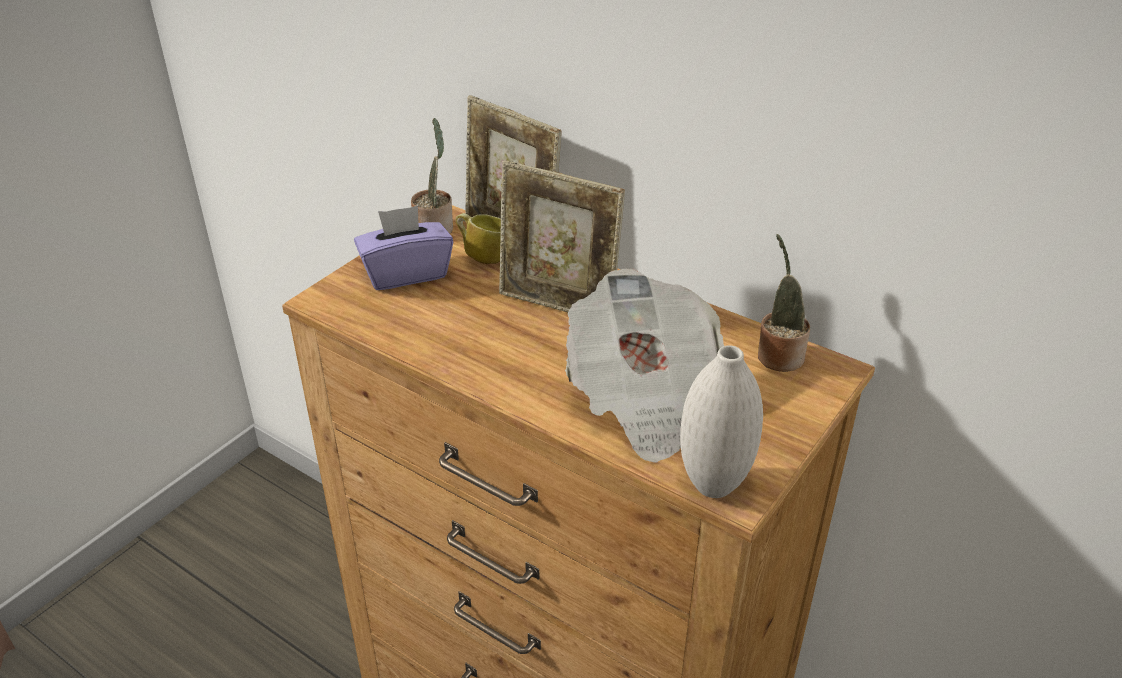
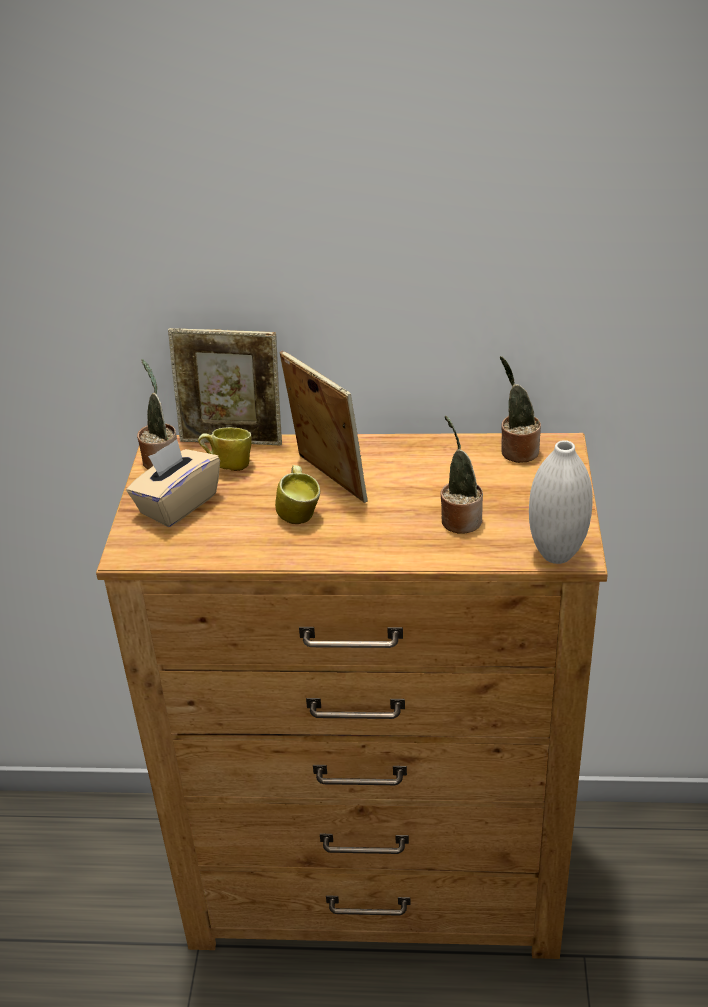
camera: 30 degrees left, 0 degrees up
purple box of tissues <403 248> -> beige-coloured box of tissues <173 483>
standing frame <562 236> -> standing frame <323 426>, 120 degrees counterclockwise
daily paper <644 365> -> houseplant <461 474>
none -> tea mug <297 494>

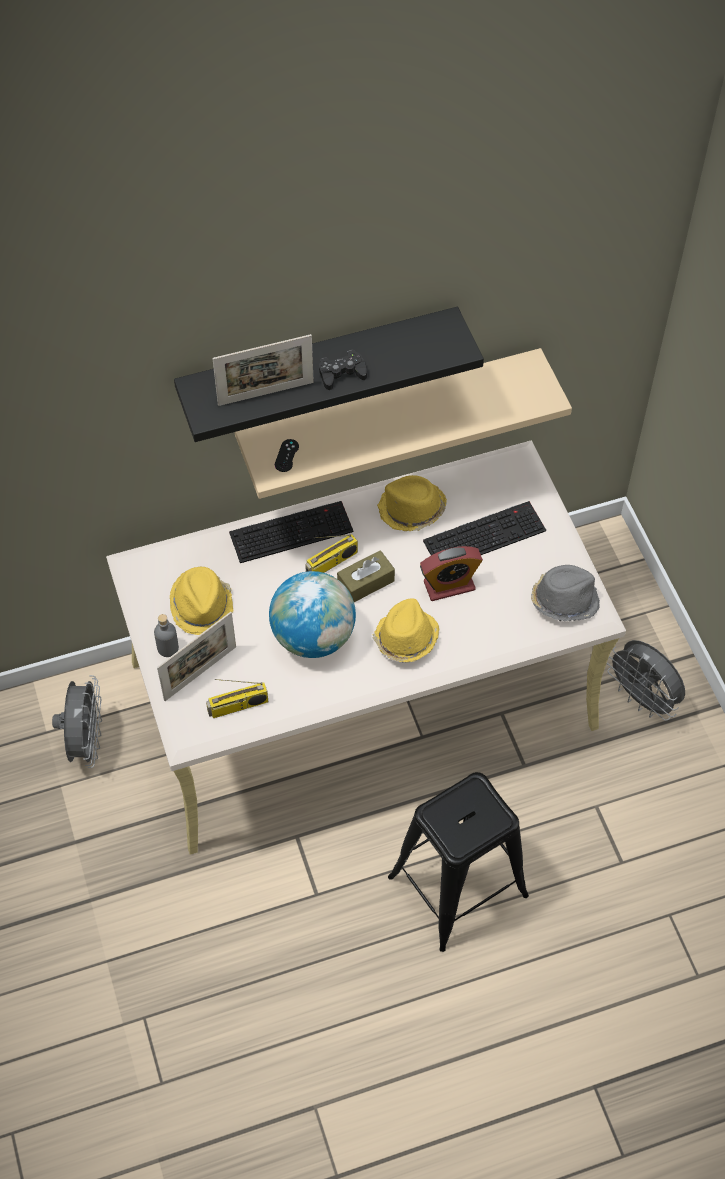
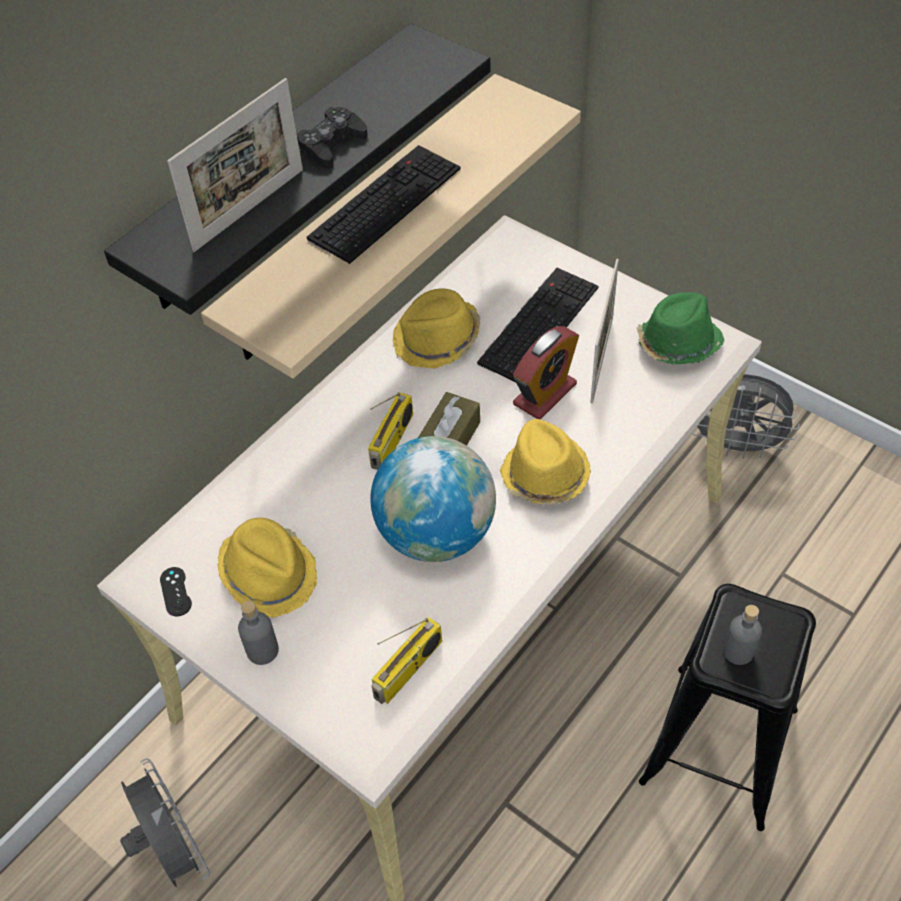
camera: 30 degrees left, 5 degrees down
standing frame <196 656> -> standing frame <604 331>, relocated
keyboard <291 532> -> keyboard <384 204>, relocated
black gamepad <287 455> -> black gamepad <176 591>, relocated
greyish wearable hat <565 593> -> greenish wearable hat <680 328>
none -> greyish bottle <742 635>

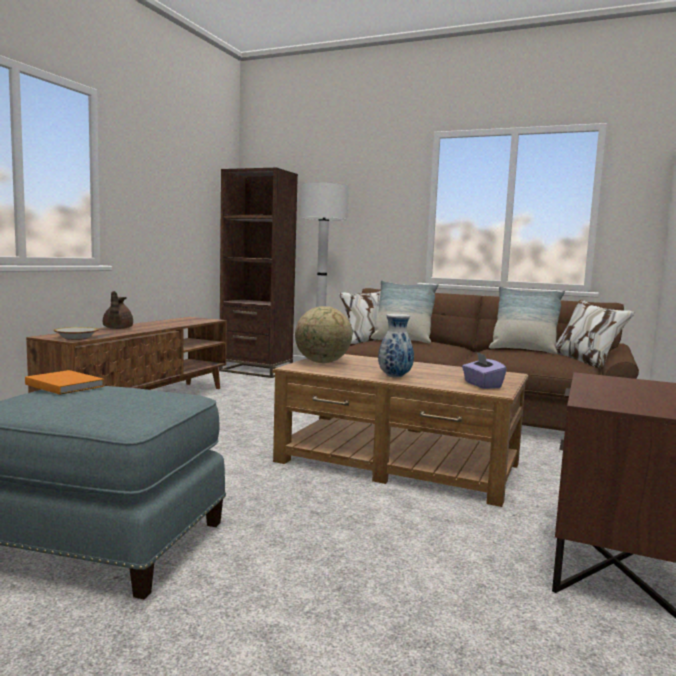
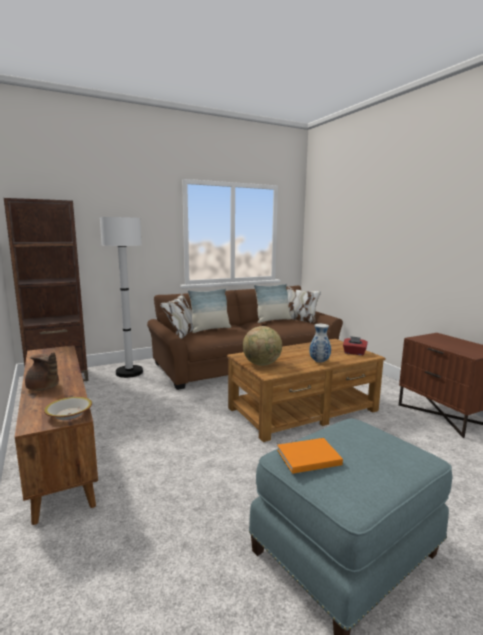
camera: 50 degrees left, 5 degrees up
purple box of tissues <484 370> -> red-coloured box of tissues <355 345>

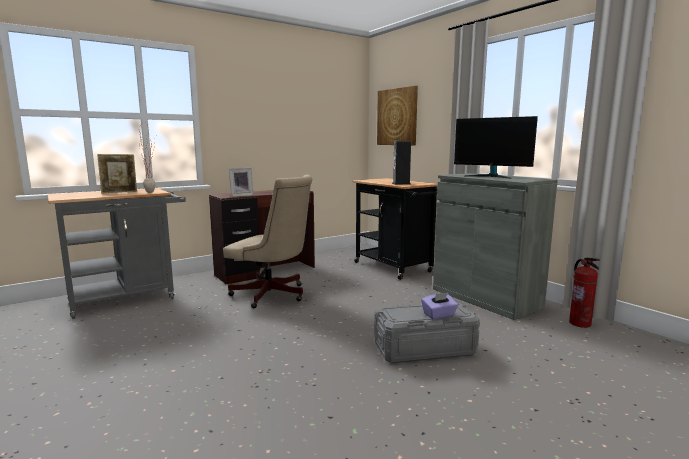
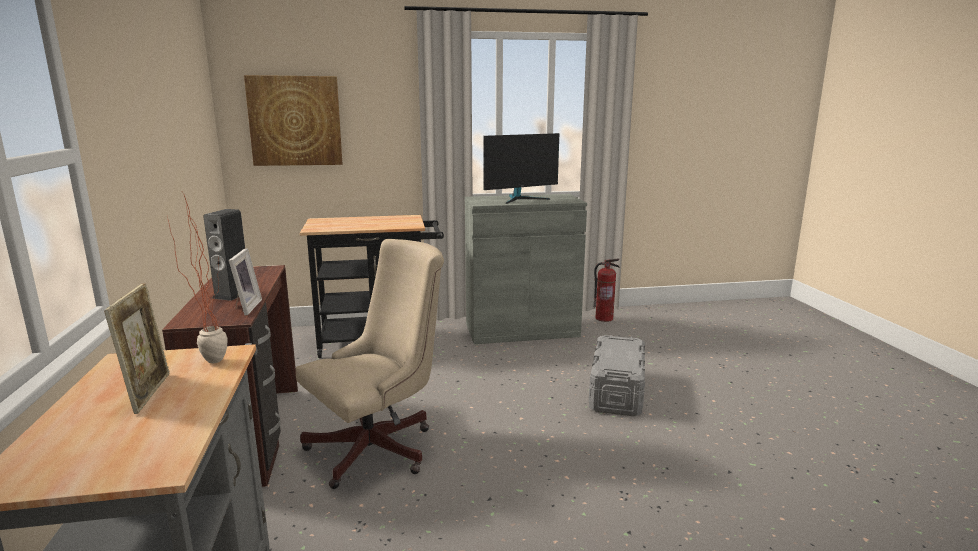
camera: 65 degrees left, 5 degrees up
audio speaker <401 163> -> audio speaker <224 255>, relocated
purple box of tissues <439 306> -> none

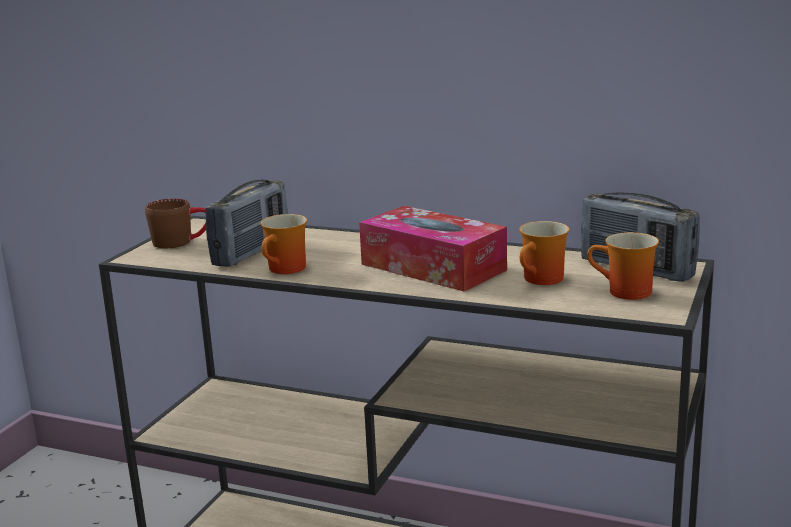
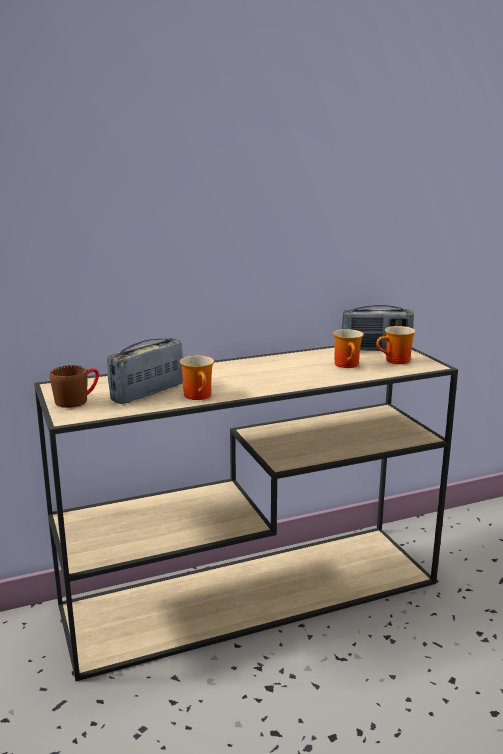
camera: 45 degrees left, 0 degrees up
radio set <246 223> -> radio set <145 371>, 120 degrees counterclockwise
box of tissues <433 249> -> none

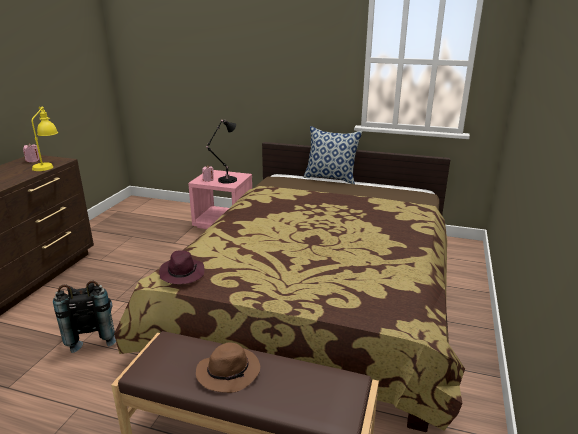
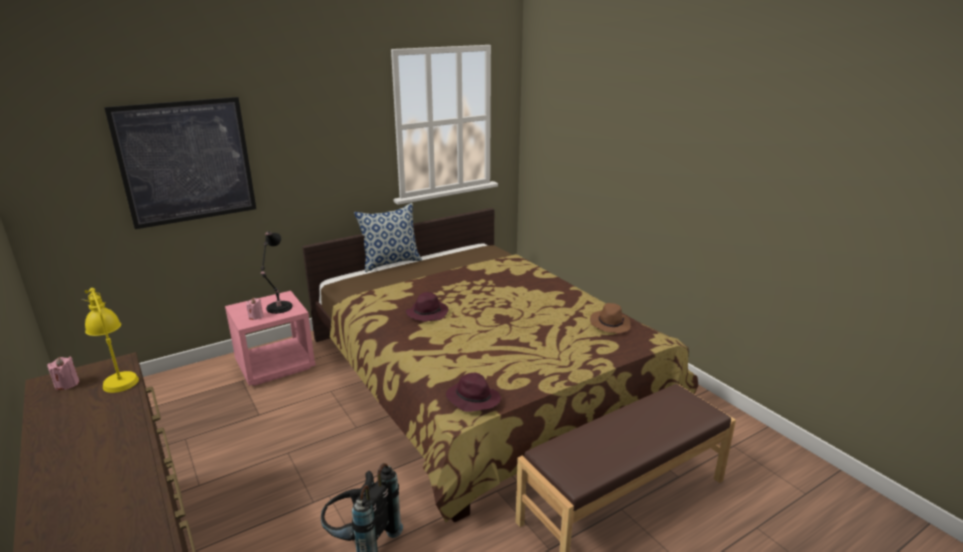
camera: 50 degrees left, 0 degrees up
brownish wearable hat <228 368> -> brownish wearable hat <610 318>, relocated
none -> wall picture <180 163>
none -> purple wearable hat <427 306>

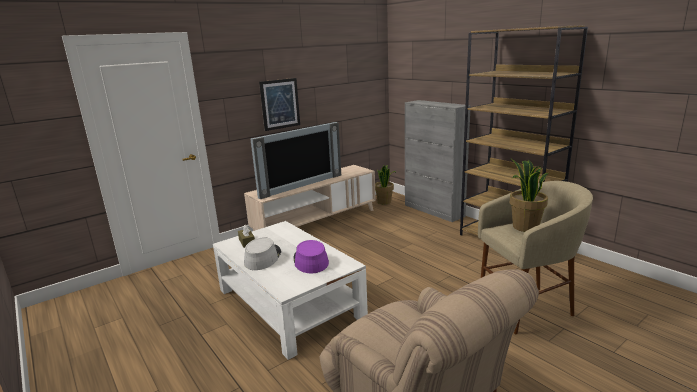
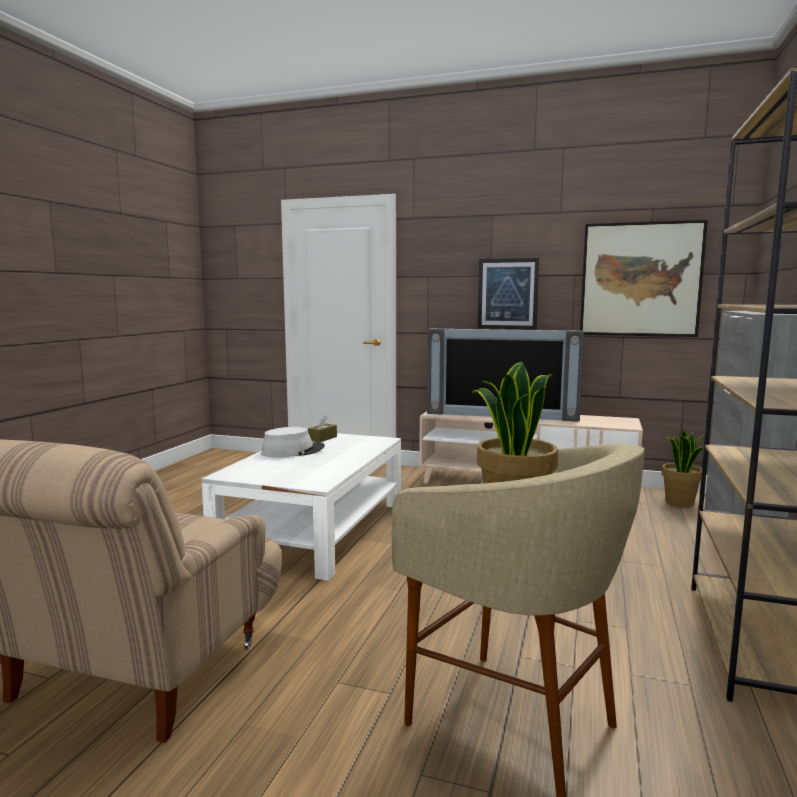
camera: 55 degrees right, 10 degrees down
purple wearable hat <311 256> -> none
none -> wall picture <644 278>

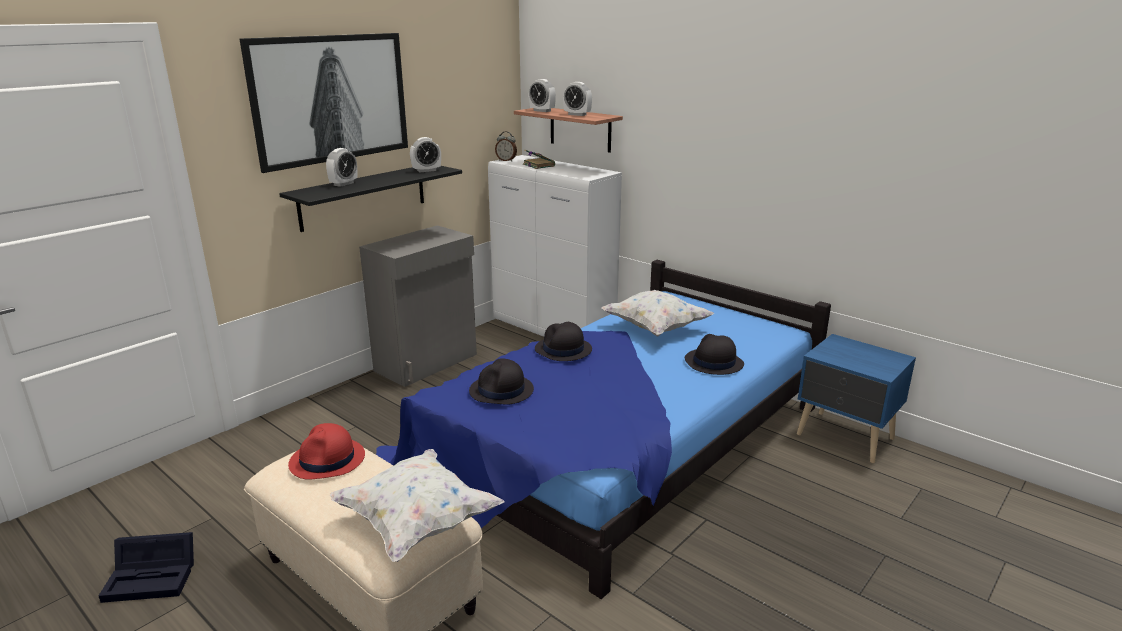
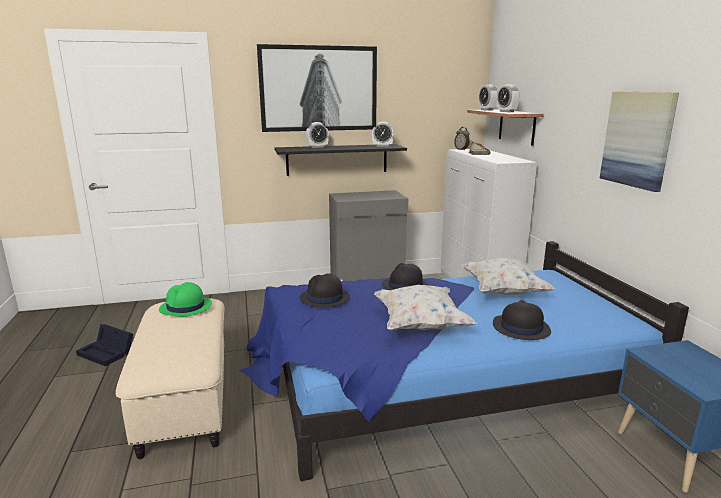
camera: 35 degrees right, 5 degrees down
red-coloured wearable hat <326 451> -> greenish wearable hat <185 299>
white pillow <417 505> -> white pillow <425 308>, relocated
none -> wall picture <639 142>

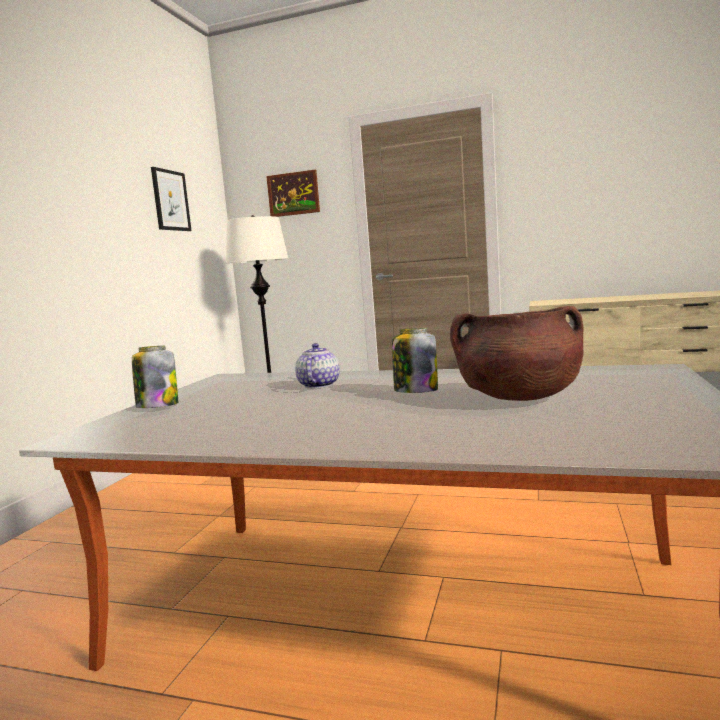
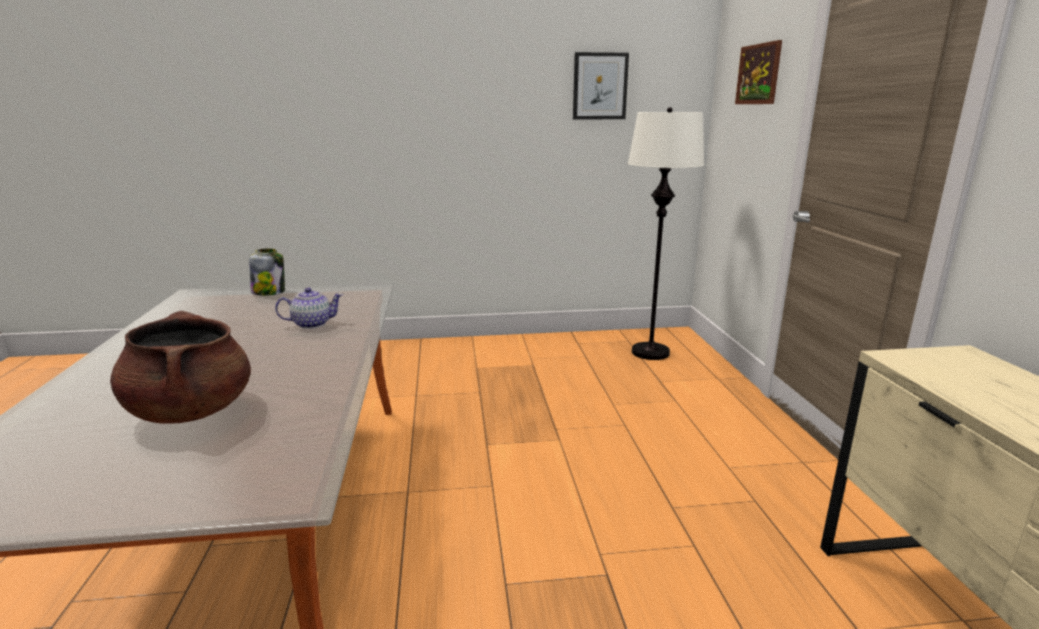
camera: 65 degrees right, 10 degrees up
preserve jar <415 360> -> none

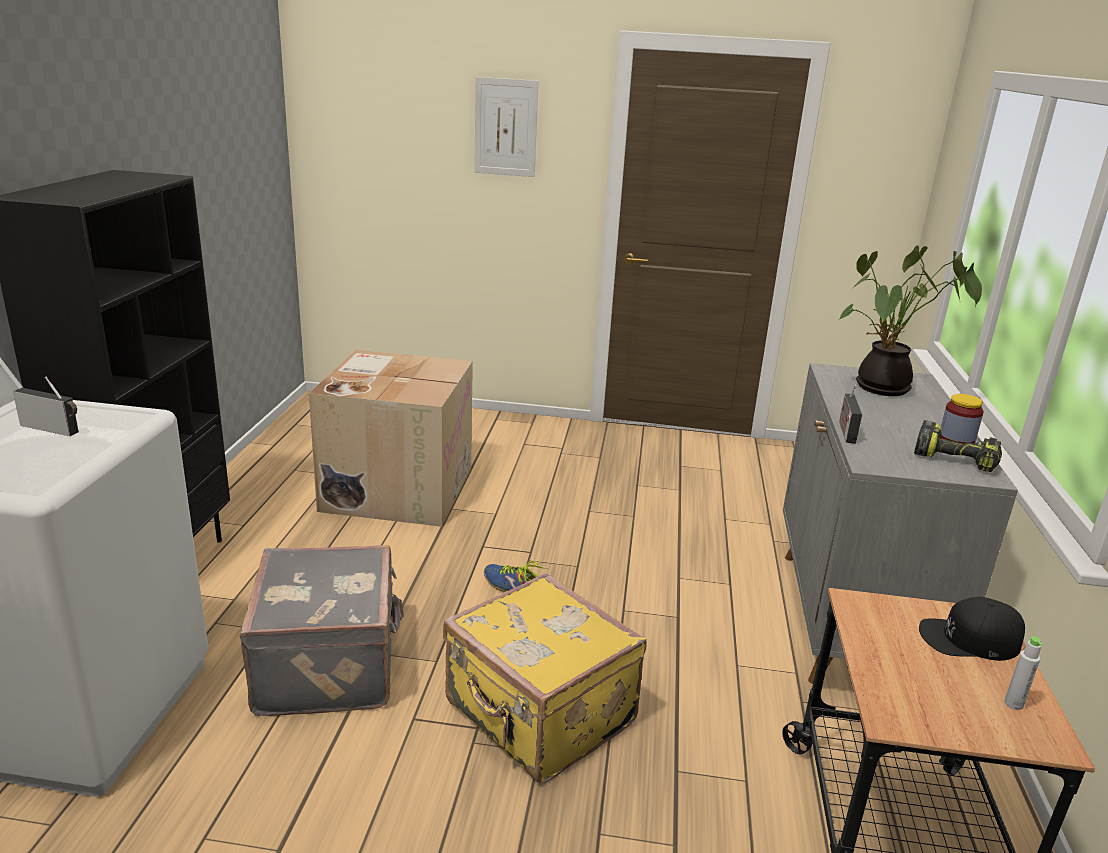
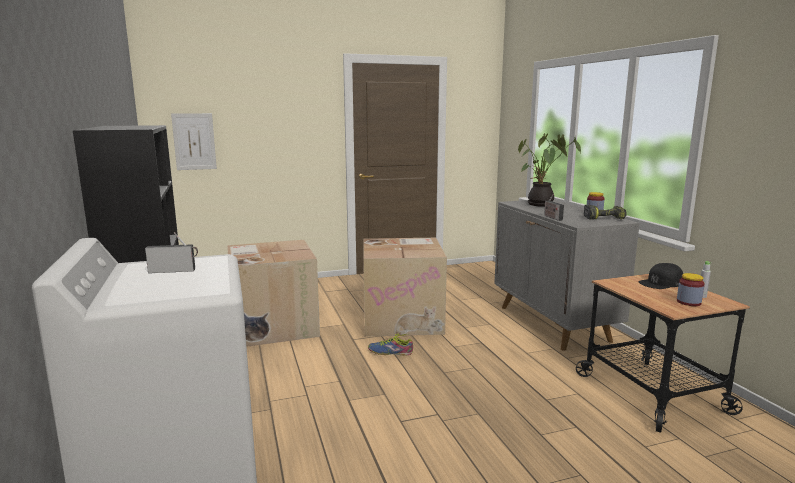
camera: 25 degrees left, 10 degrees down
greyish travel case <322 630> -> none
yellowish travel case <545 678> -> none
wall picture <506 127> -> wall picture <194 141>, relocated
none -> packing box <405 287>
none -> preserve jar <691 289>

